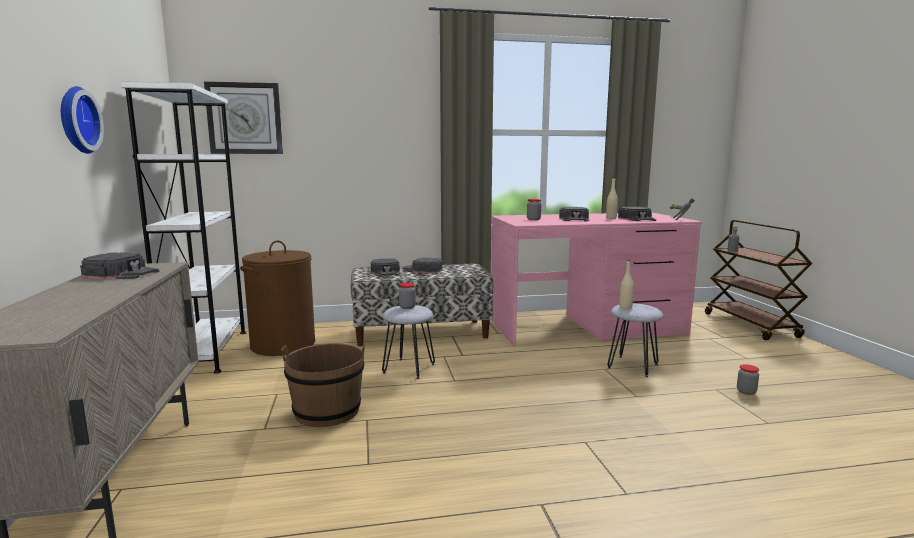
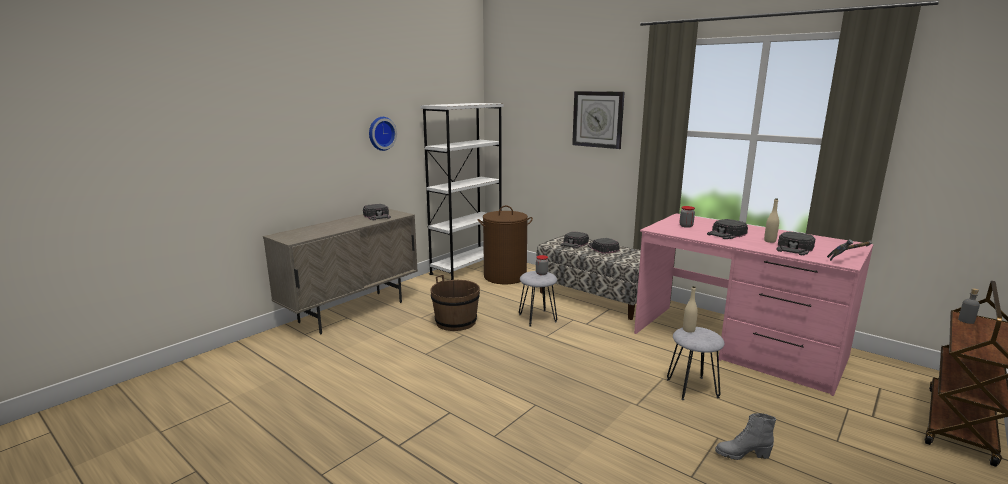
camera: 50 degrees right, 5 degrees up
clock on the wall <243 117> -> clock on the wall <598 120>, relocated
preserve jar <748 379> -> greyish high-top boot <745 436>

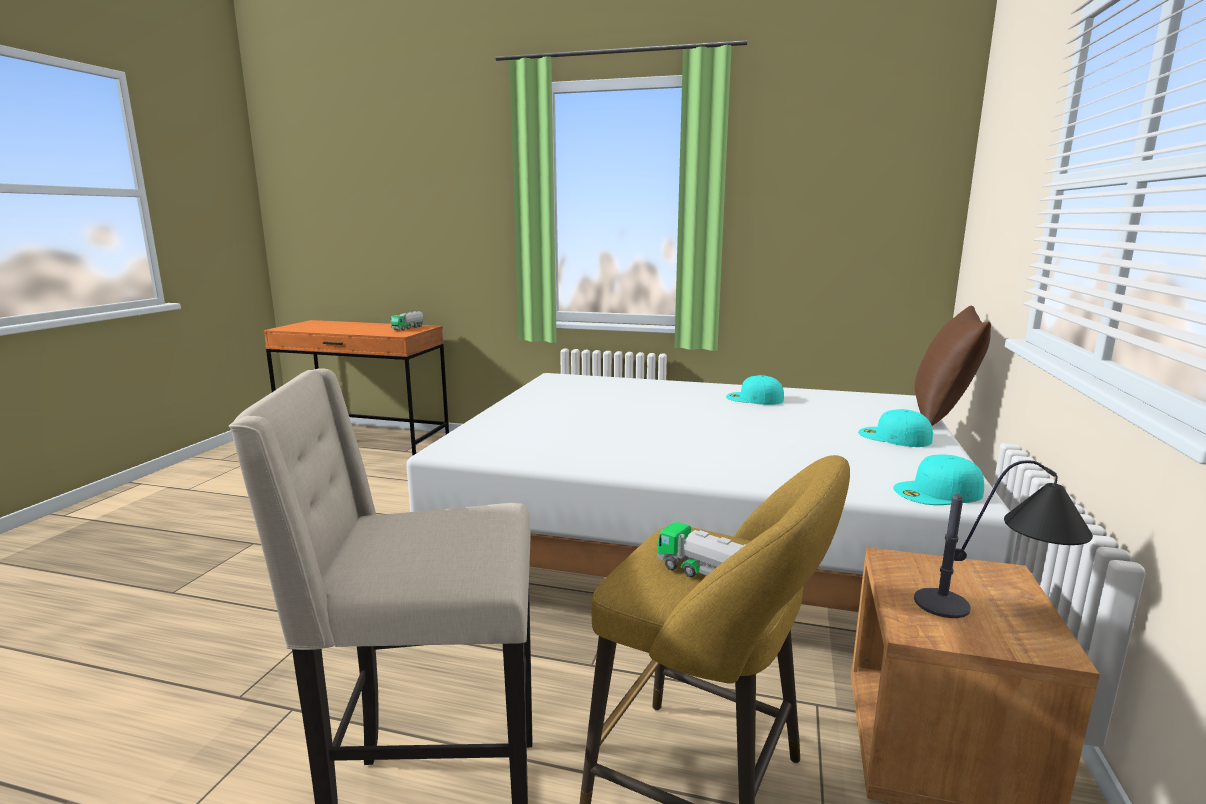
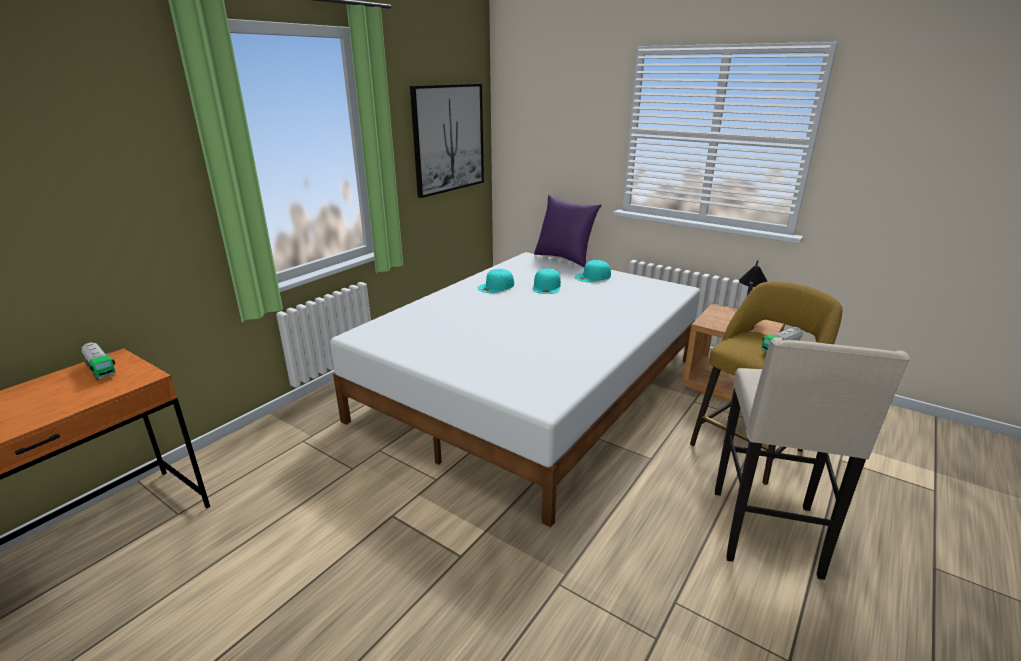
camera: 70 degrees left, 10 degrees up
turquoise-coloured peaked cap <938 479> -> turquoise-coloured peaked cap <547 281>, relocated
brownish pillow <953 366> -> purple pillow <568 231>
none -> wall picture <447 141>

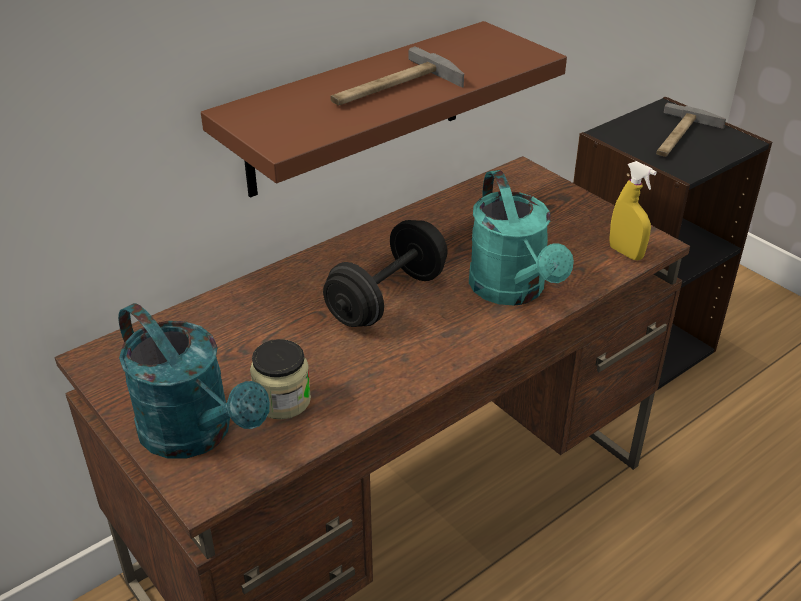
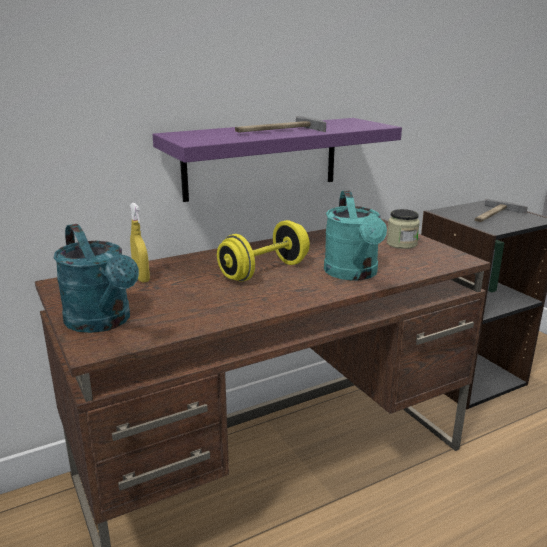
camera: 10 degrees right, 15 degrees down
brownish shelf <384 109> -> purple shelf <277 160>
preserve jar <280 379> -> preserve jar <403 229>, relocated
black hand weight <385 273> -> yellowish hand weight <263 251>
yellowish spray bottle <633 210> -> yellowish spray bottle <140 243>, relocated

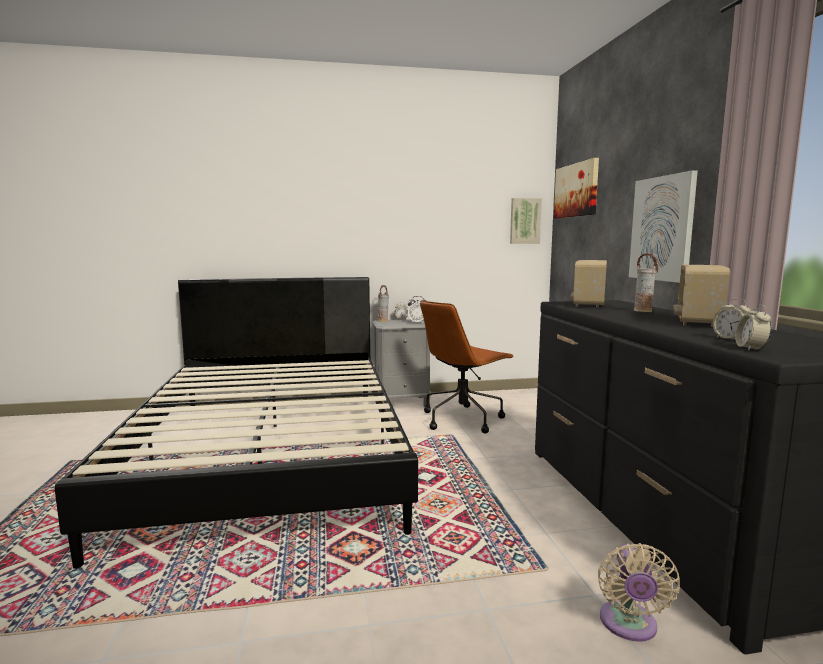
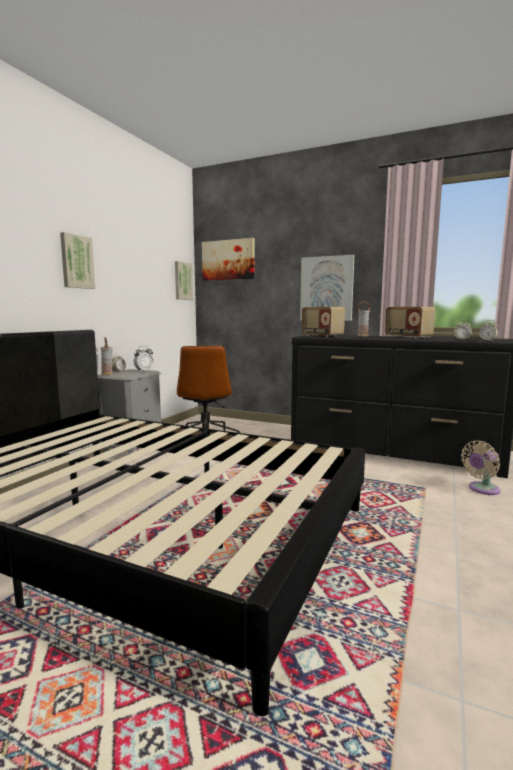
camera: 55 degrees left, 0 degrees up
beige-coloured fan <639 592> -> beige-coloured fan <481 468>, 105 degrees clockwise
none -> wall picture <77 260>

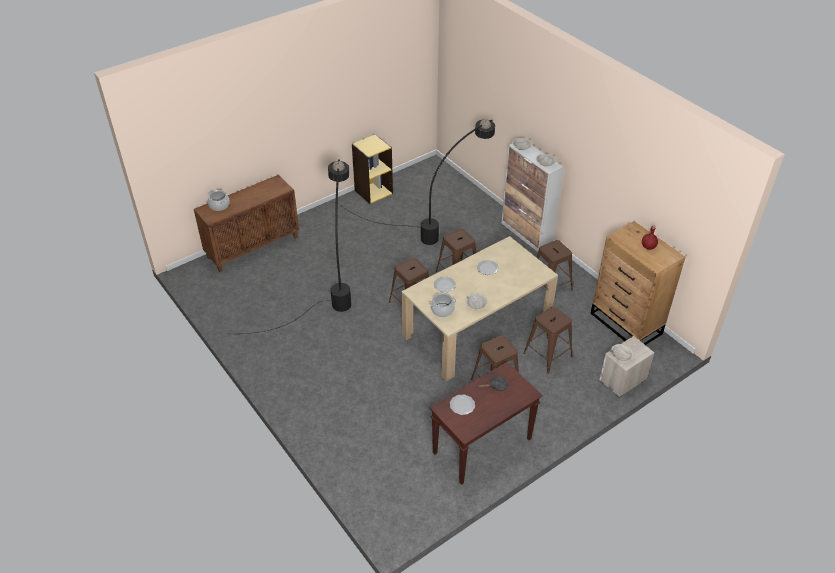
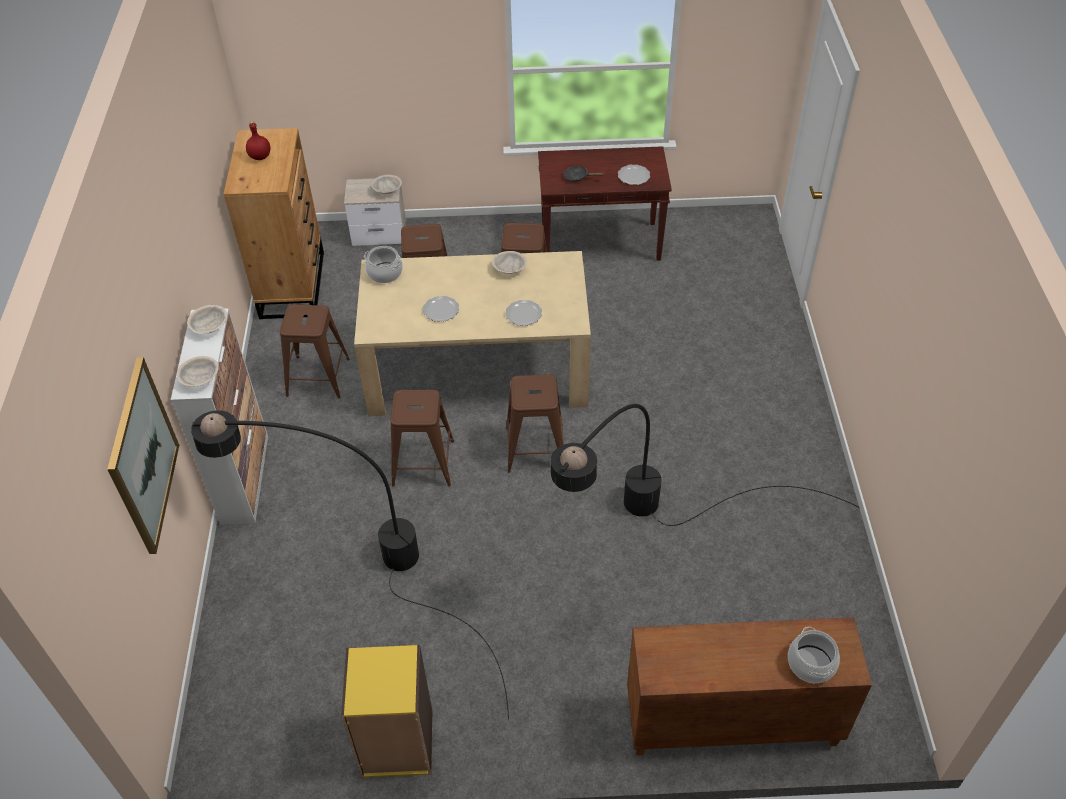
camera: 145 degrees left, 5 degrees up
cooking pot <443 305> -> cooking pot <383 264>, relocated
none -> wall picture <143 455>

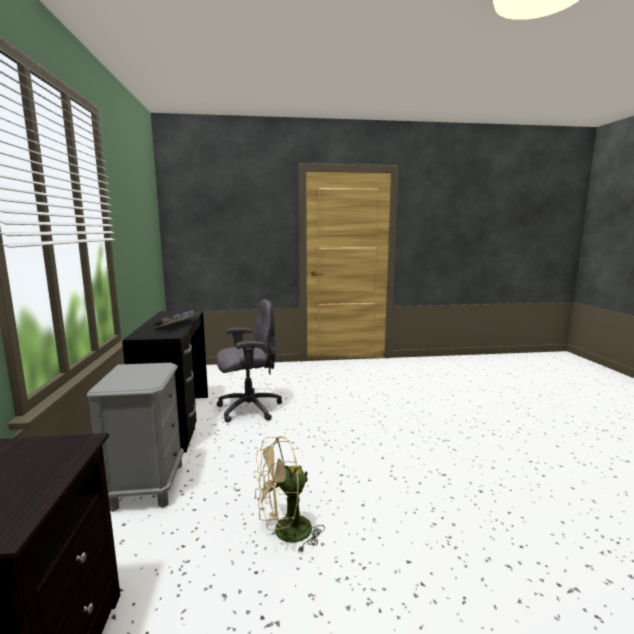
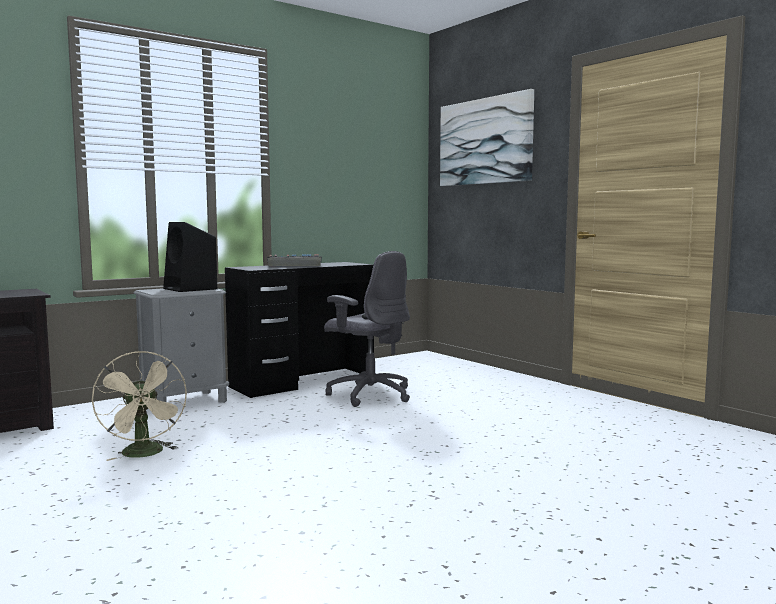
camera: 60 degrees right, 5 degrees down
beige-coloured fan <289 494> -> beige-coloured fan <139 406>, 150 degrees counterclockwise
none -> black audio speaker <190 257>
none -> wall picture <487 137>

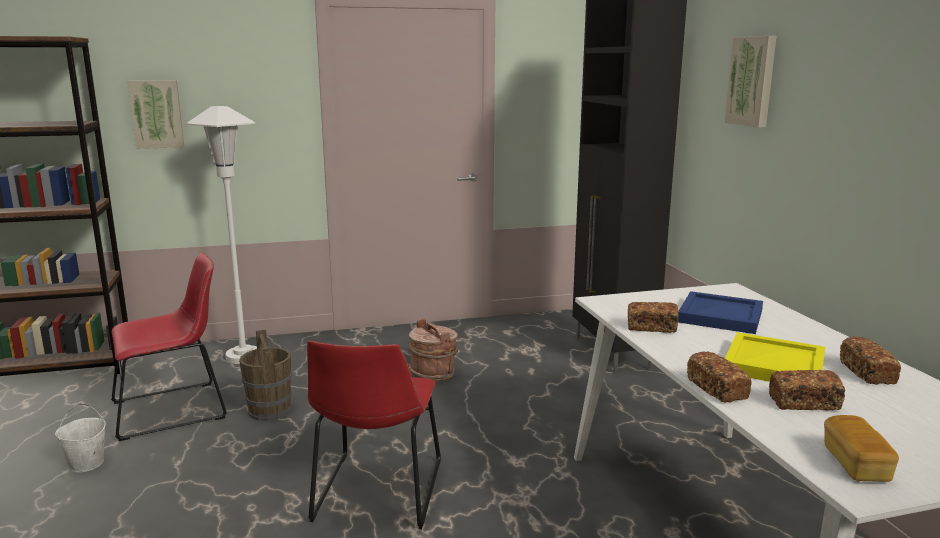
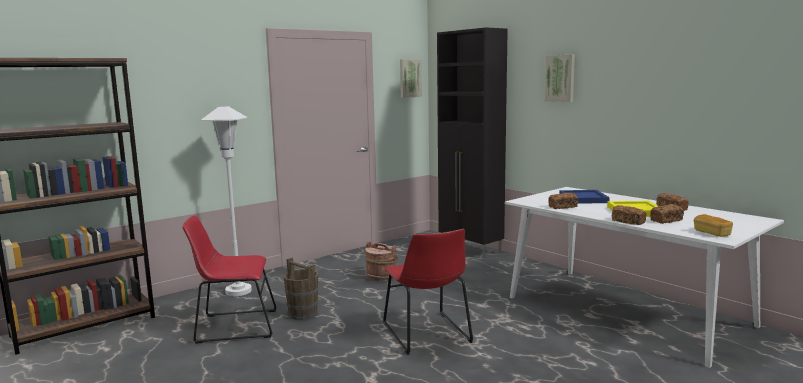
camera: 25 degrees left, 5 degrees down
white bucket <80 438> -> none
red-coloured plain chair <169 347> -> red-coloured plain chair <229 279>, 135 degrees counterclockwise
wall picture <156 114> -> wall picture <411 78>, relocated

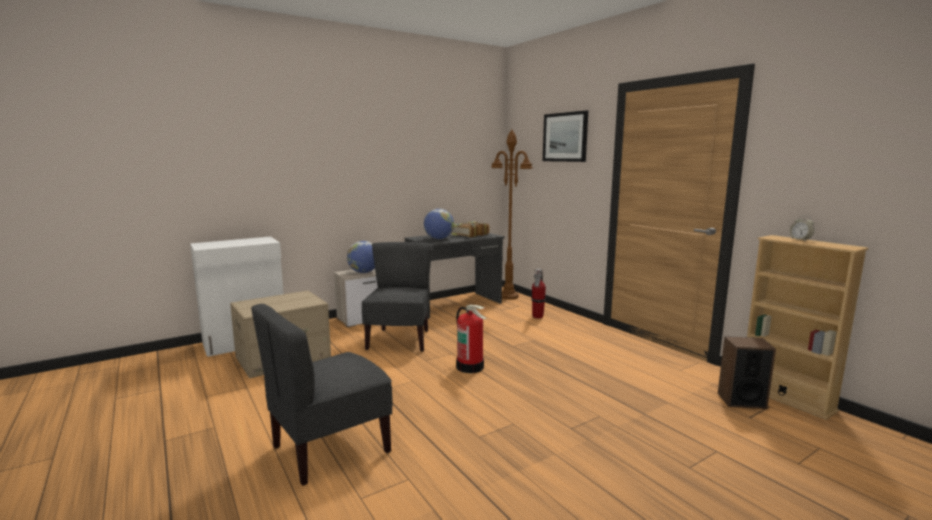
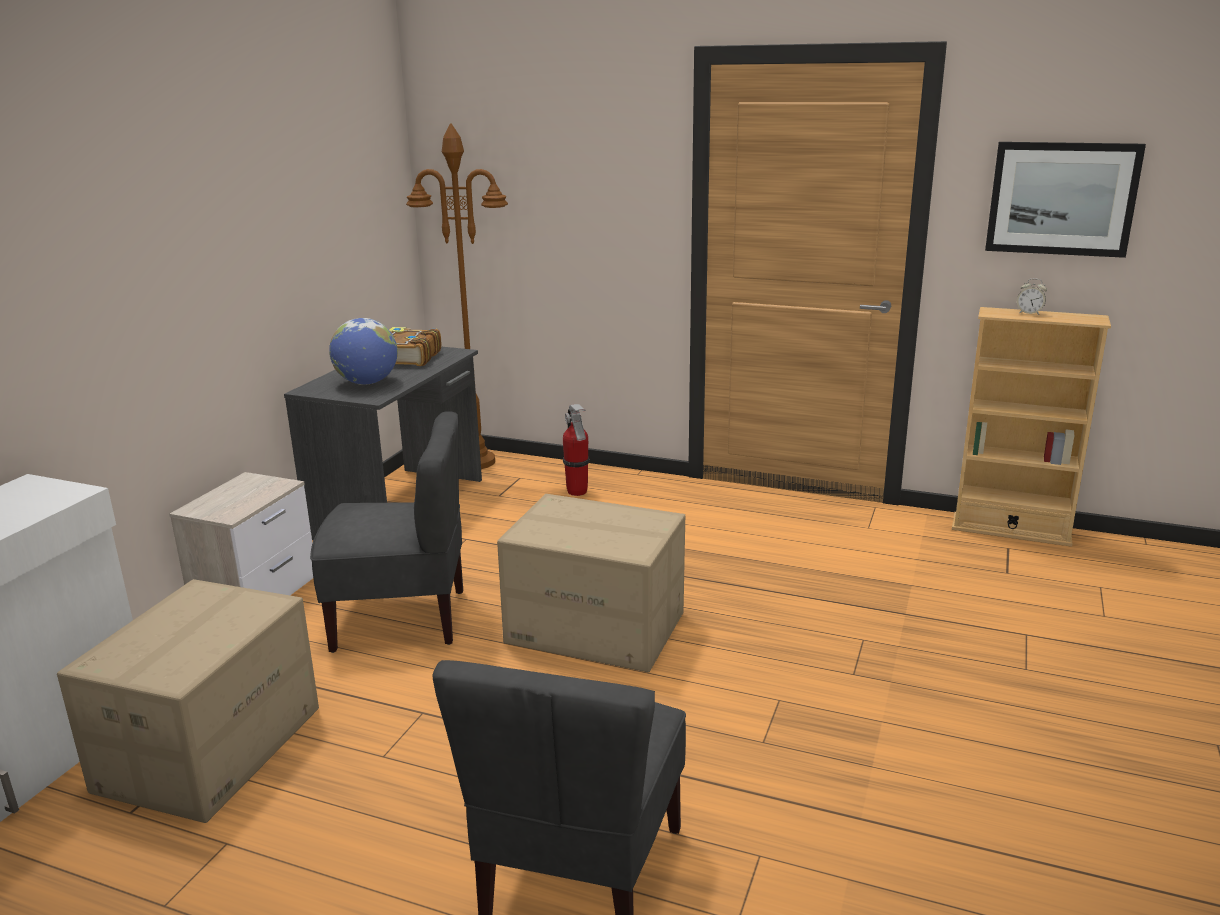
camera: 35 degrees left, 10 degrees up
globe <361 257> -> none
greyish plain chair <397 297> -> greyish plain chair <386 532>, 120 degrees clockwise
fire-fighting cylinder <471 339> -> packing box <591 583>
wall picture <565 136> -> wall picture <1065 200>, relocated
audio speaker <747 372> -> none

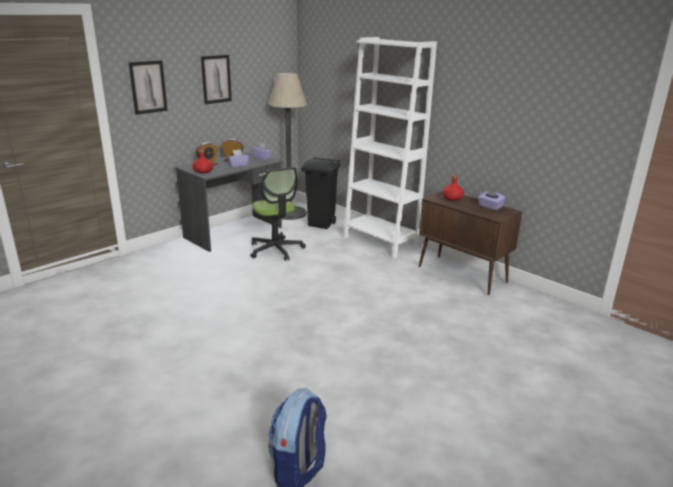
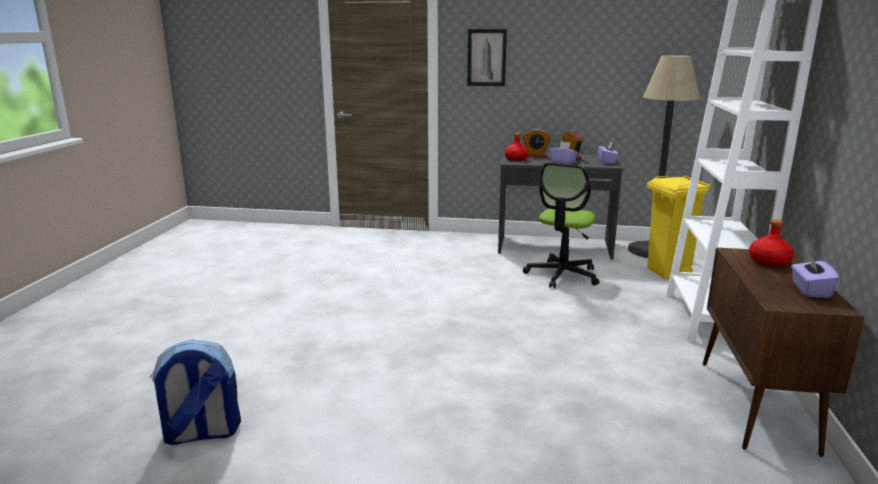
camera: 55 degrees right, 5 degrees down
wall picture <216 79> -> none
black waste bin <321 193> -> yellowish waste bin <679 227>

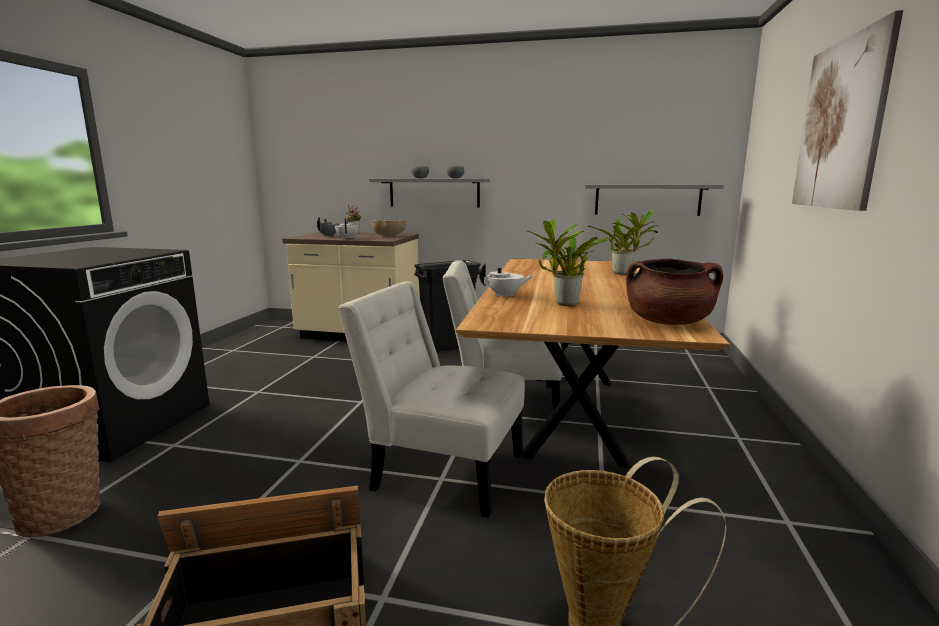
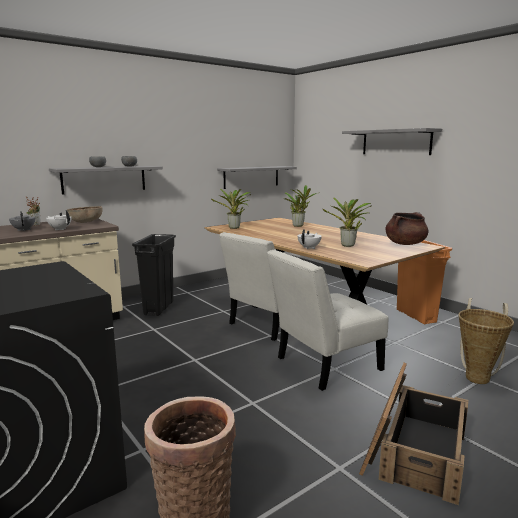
camera: 50 degrees left, 0 degrees up
wall picture <847 110> -> greyish shelf <392 141>
none -> houseplant <231 209>
none -> orange-coloured waste bin <424 282>

